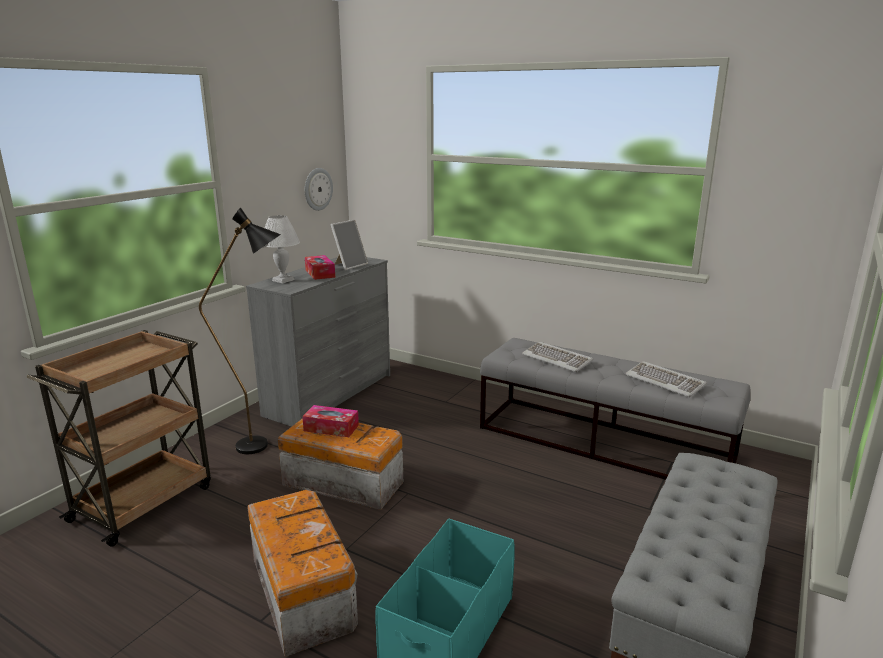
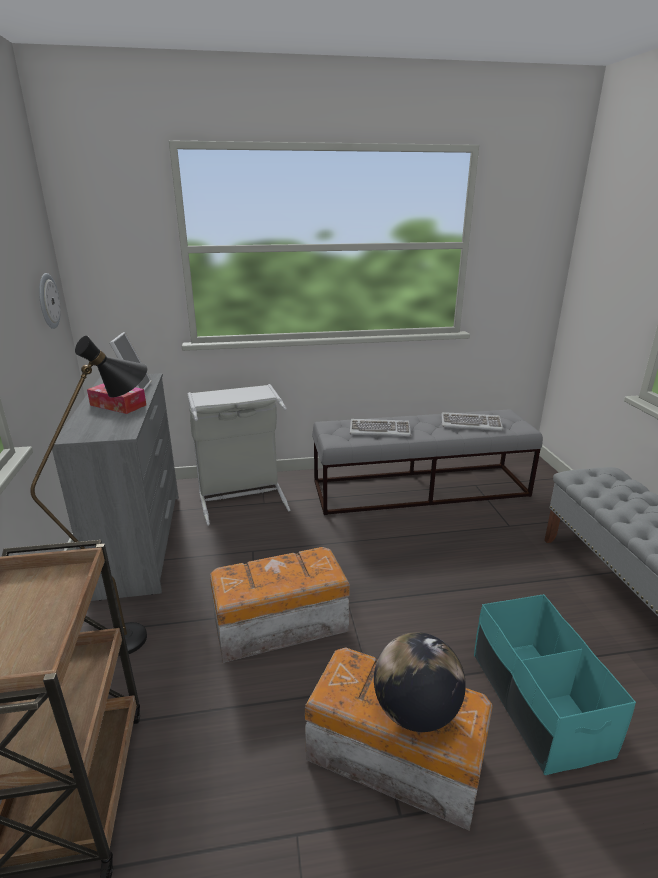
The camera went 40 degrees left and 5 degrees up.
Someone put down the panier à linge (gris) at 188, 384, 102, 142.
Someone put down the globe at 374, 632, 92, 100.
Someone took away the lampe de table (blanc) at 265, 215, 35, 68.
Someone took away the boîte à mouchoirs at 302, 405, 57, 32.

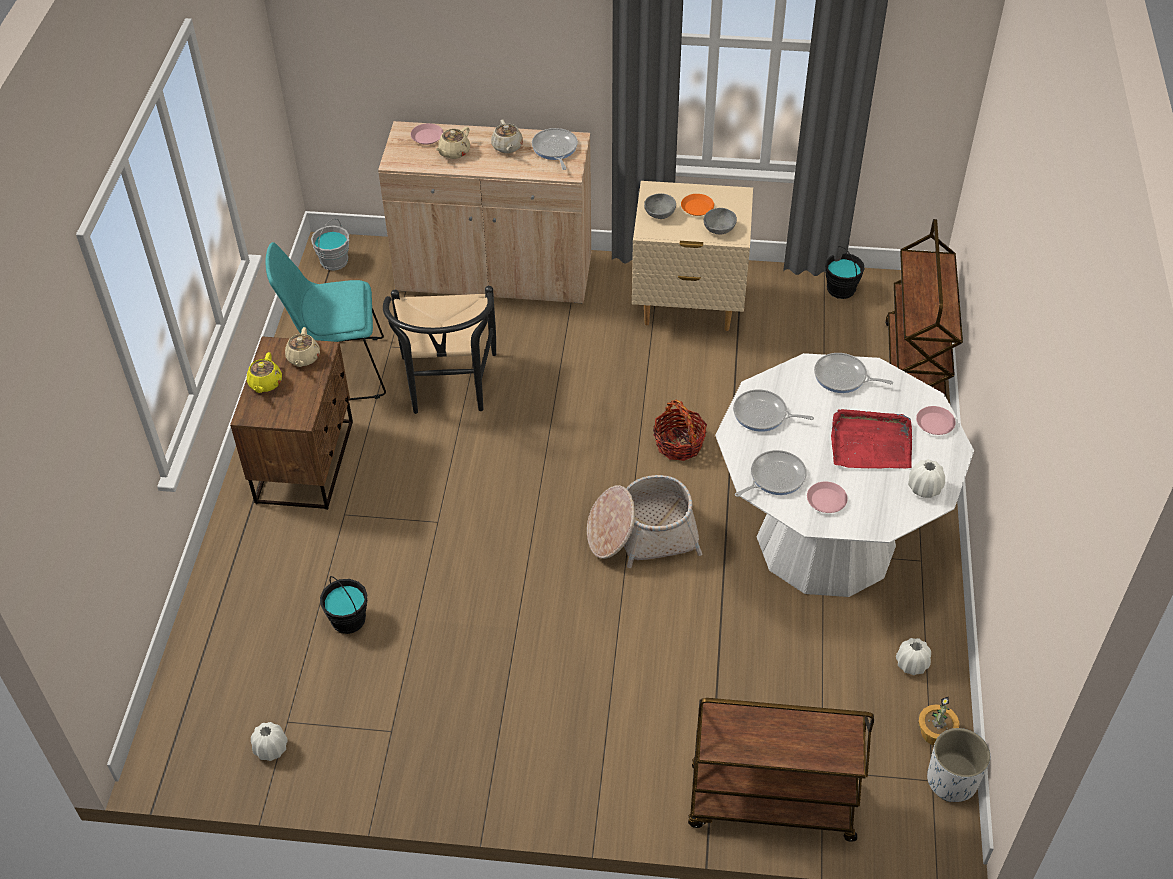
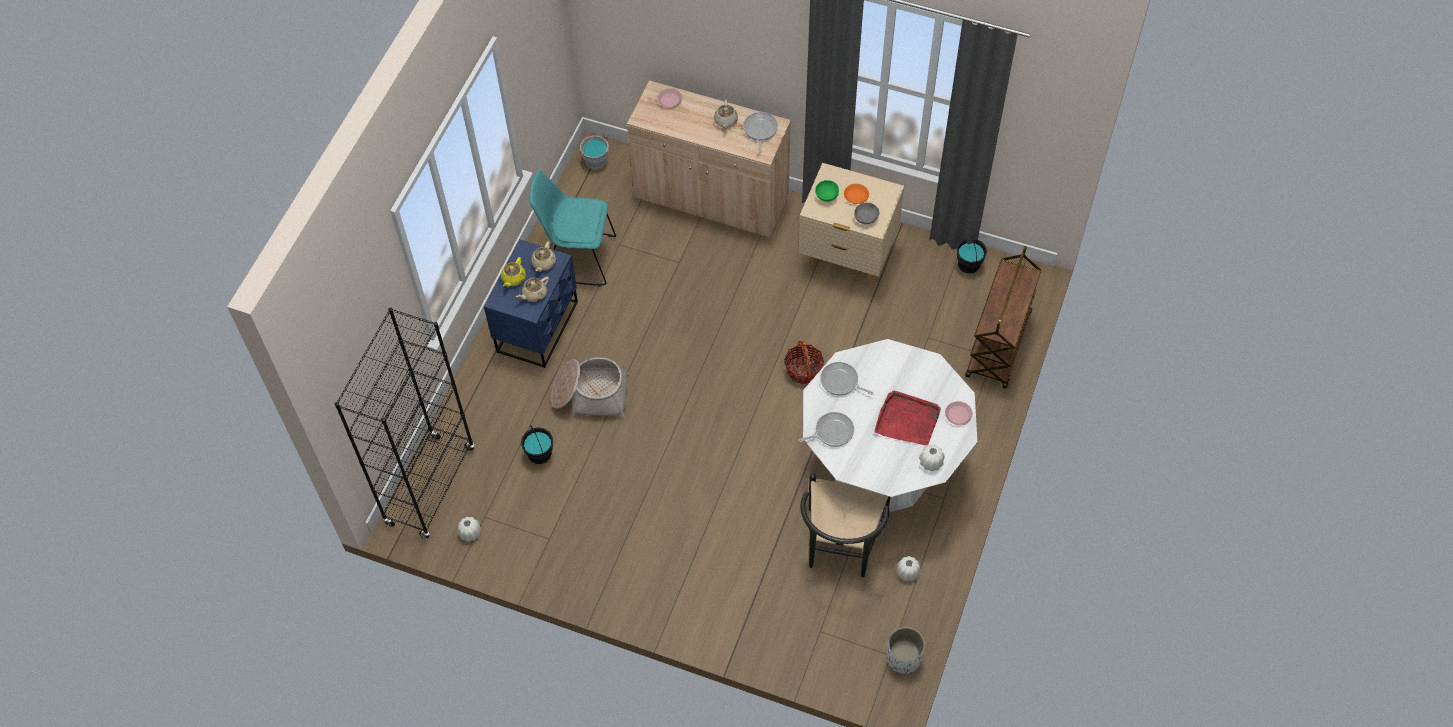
The camera went 15 degrees right and 10 degrees up.
Someone put down the bibliothèque (noir) at 335, 307, 140, 232.
Someone repainted the table de chevet (marron) at 230, 336, 123, 174, which became the table de chevet (bleu) at 484, 239, 94, 129.
Someone carried the théière (beige) from 436, 127, 34, 32 to 516, 276, 33, 26.
Someone carried the panier from 587, 475, 115, 93 to 551, 357, 78, 63.
Someone carried the chaise (noir) from 383, 286, 113, 128 to 800, 473, 91, 104.
Someone repainted the bol (gris) at 644, 193, 32, 26, which became the bol (vert) at 815, 180, 24, 22.
Someone took away the chariot (marron) at 688, 698, 186, 144.
Someone took away the assiette (rose) at 807, 482, 41, 31.
Someone took away the poêle at 814, 353, 79, 40.
Someone took away the plante en pot at 918, 696, 42, 49.

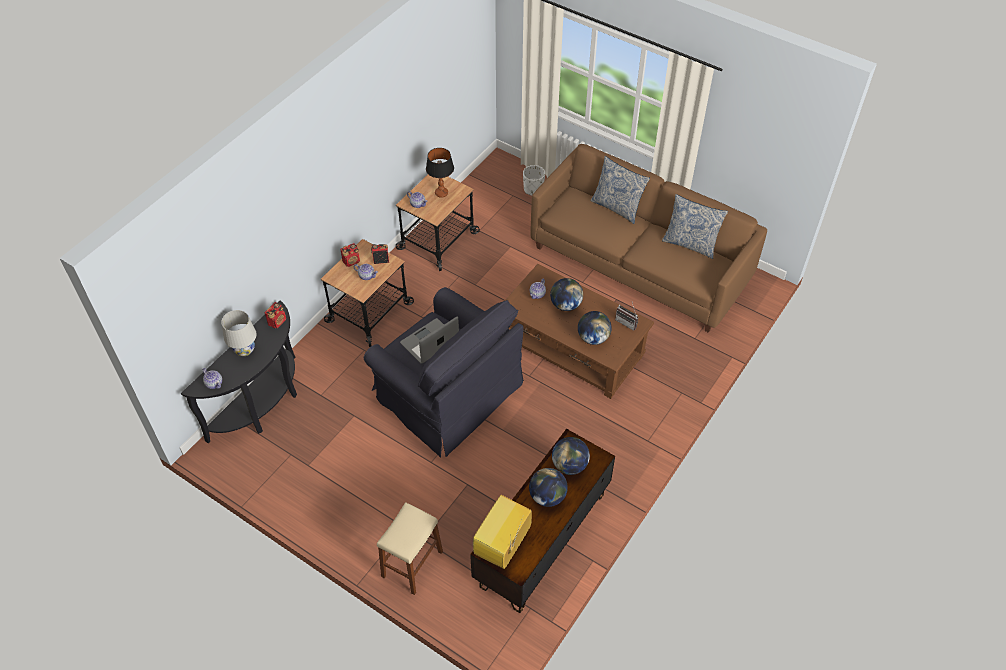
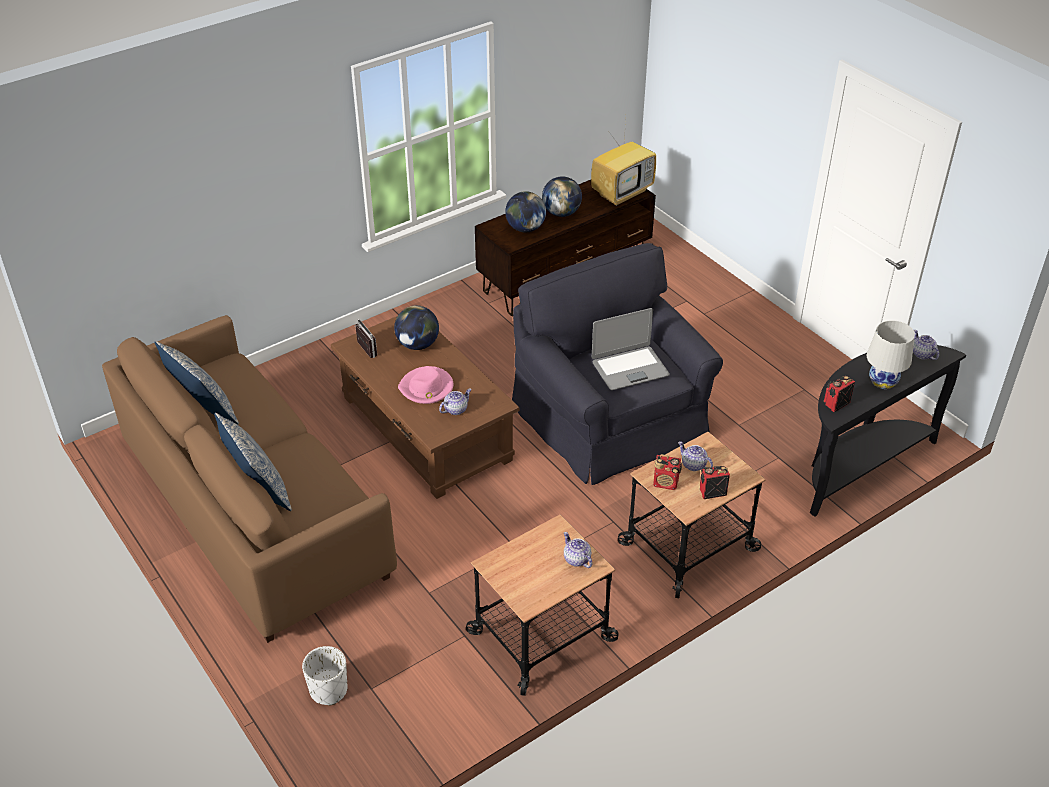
The camera went 160 degrees left and 10 degrees down.
Someone swapped the globe at 550, 278, 33, 33 for the chapeau (rose) at 398, 366, 55, 38.
Someone took away the tabouret (beige) at 377, 502, 66, 93.
Someone took away the lampe de table at 426, 148, 28, 50.

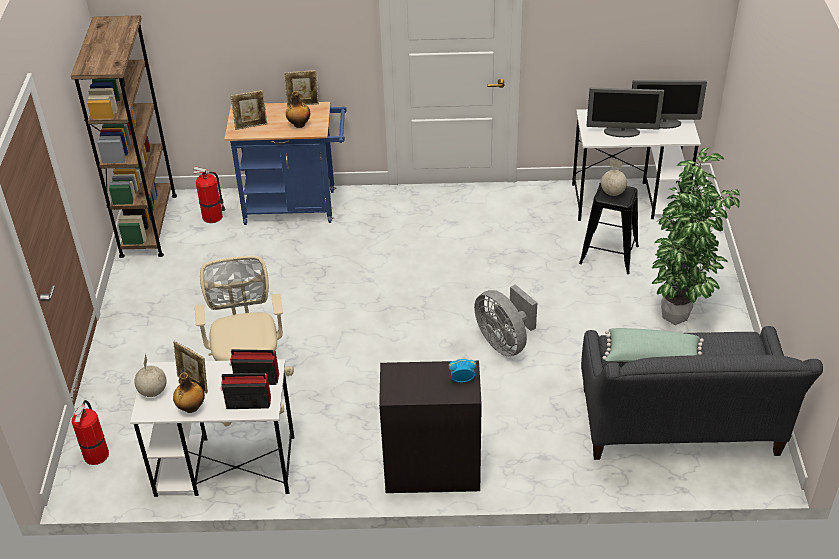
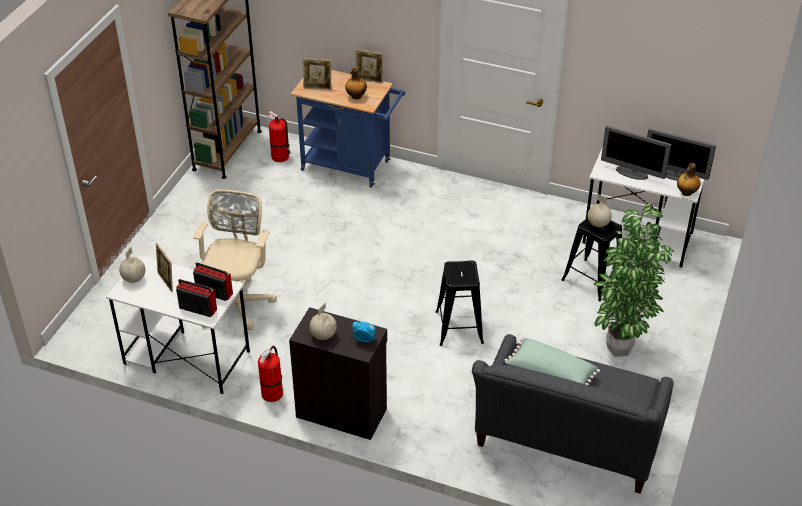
The camera went 20 degrees right and 0 degrees up.
Someone carried the extincteur from 72, 400, 37, 65 to 258, 346, 25, 56.
Someone put down the globe at 309, 303, 28, 37.
Someone swapped the ventilateur (gris) at 474, 284, 63, 72 for the tabouret (noir) at 436, 260, 48, 86.
Someone carried the bouteille from 173, 372, 32, 41 to 677, 163, 24, 33.

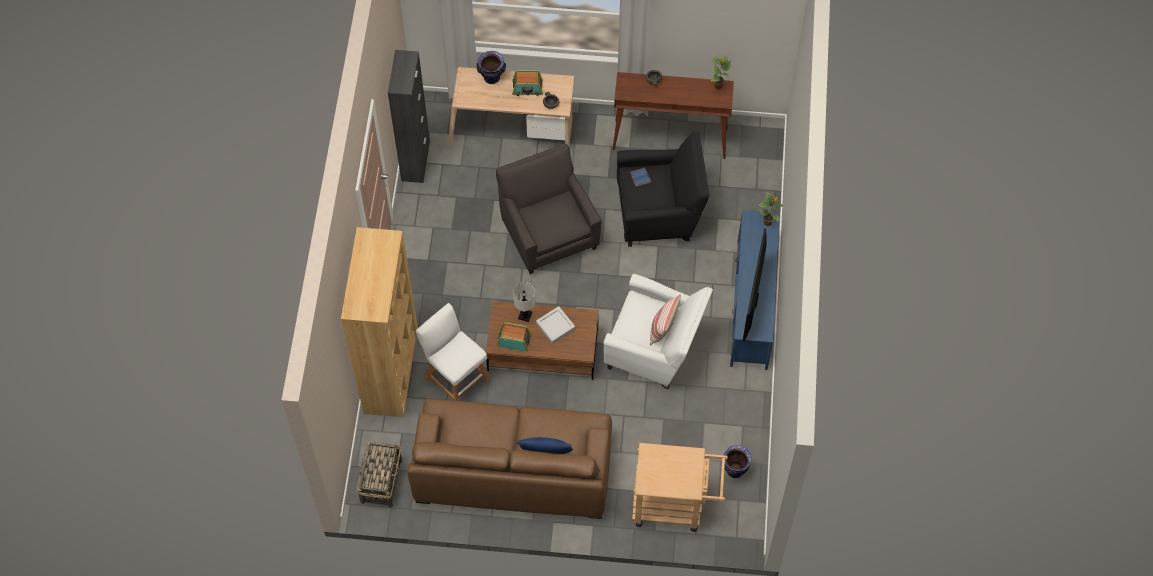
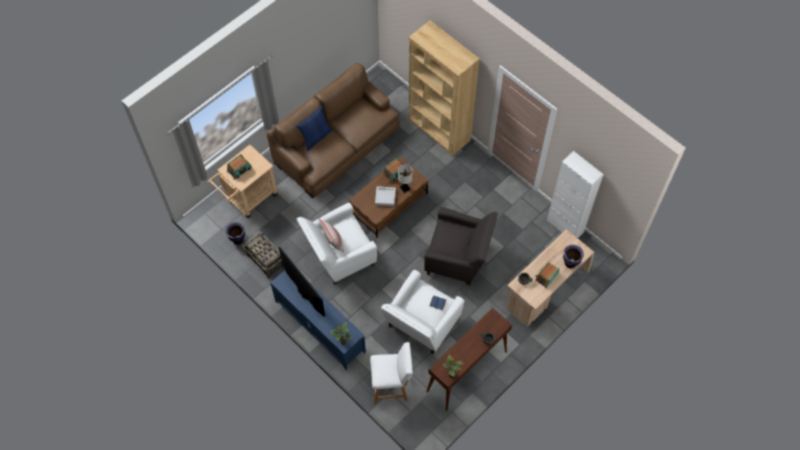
The camera went 130 degrees right and 0 degrees up.
Someone put down the radio at 227, 154, 25, 26.
Someone carried the panier from 357, 442, 45, 66 to 243, 233, 40, 46.
Someone carried the tabouret (blanc) from 416, 303, 74, 98 to 370, 342, 43, 62.
Someone repainted the fauteuil (noir) at 617, 131, 92, 116, which became the fauteuil (blanc) at 381, 270, 84, 84.
Someone repainted the meuble de rangement (noir) at 388, 50, 42, 133, which became the meuble de rangement (blanc) at 547, 151, 57, 87.

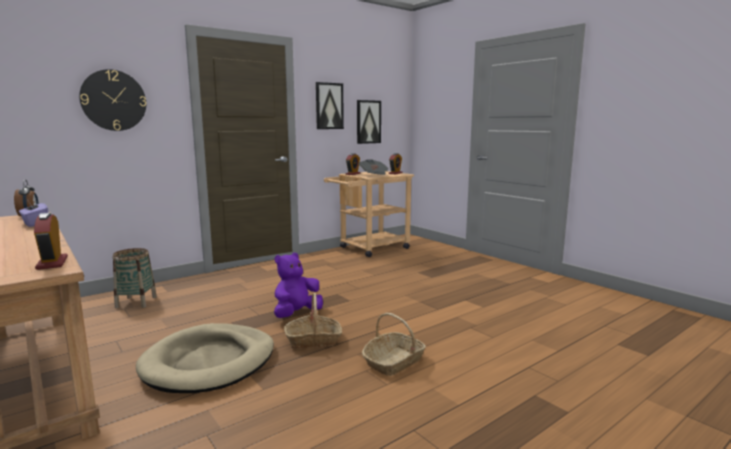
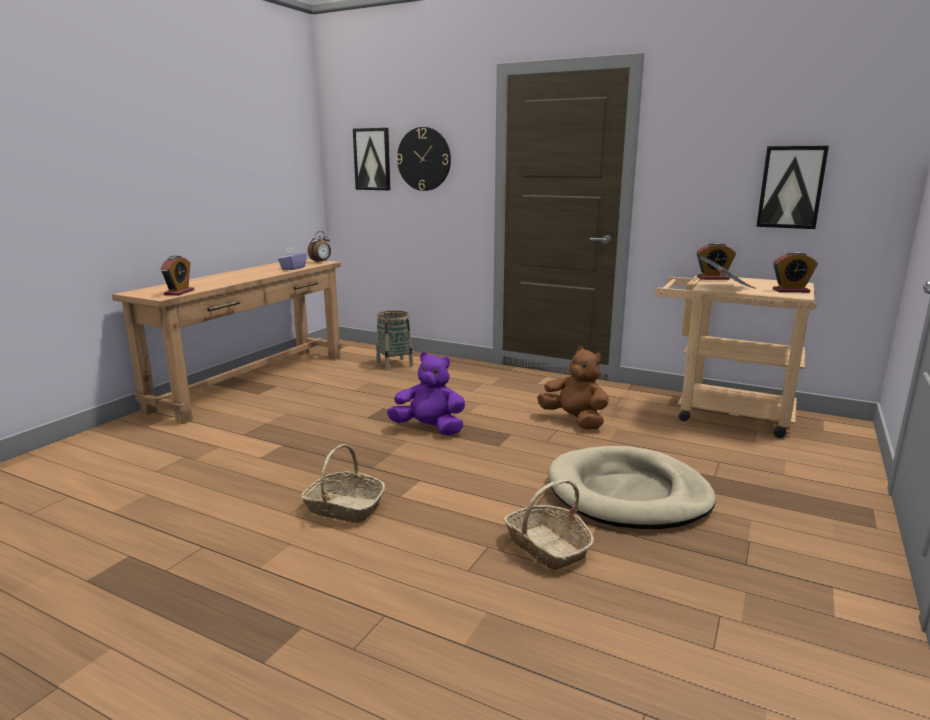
The camera went 65 degrees right and 5 degrees up.
Someone rotated the réveil at 34, 213, 34, 57 by 150 degrees clockwise.
Someone carried the tableau from 316, 82, 28, 47 to 353, 128, 37, 62.
Someone carried the panier from 284, 293, 58, 56 to 503, 479, 91, 91.
Someone put down the peluche (marron) at 537, 346, 72, 83.
Someone carried the panier pour chien (beige) from 136, 323, 138, 70 to 548, 446, 168, 83.

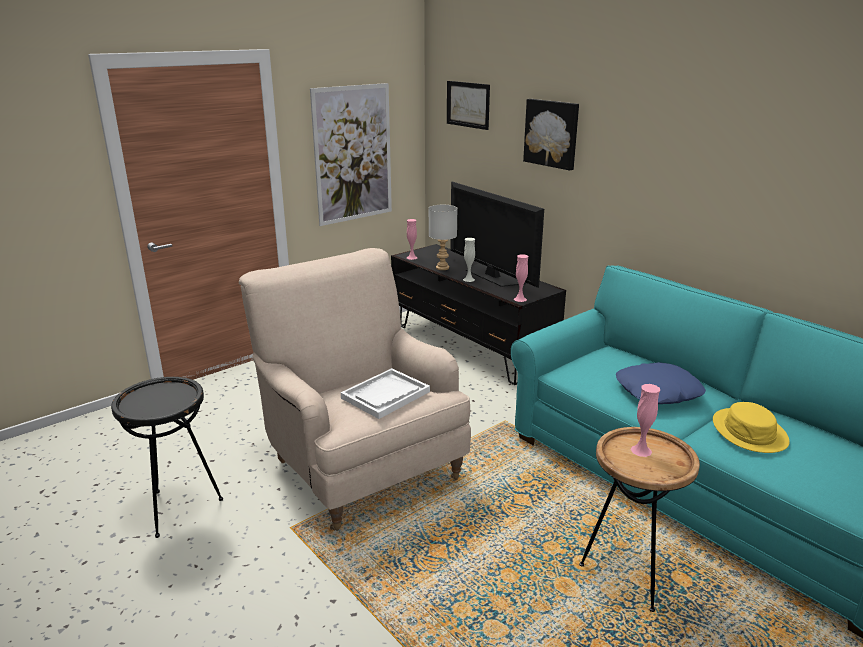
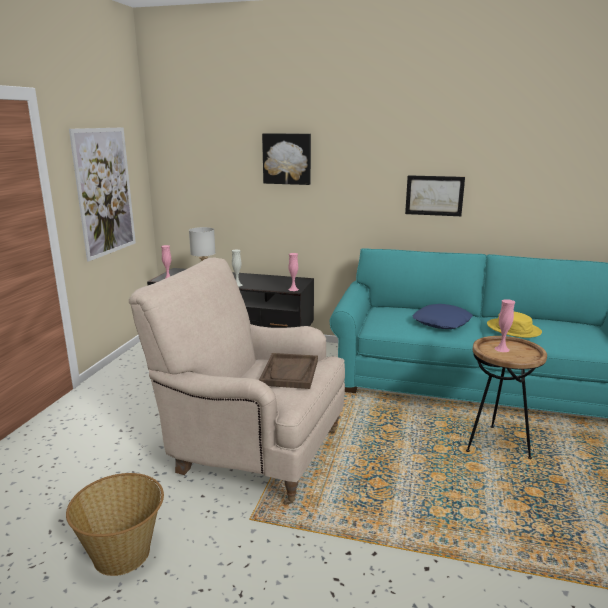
The camera went 35 degrees left and 5 degrees down.
Someone swapped the table d'appoint (noir) at 111, 377, 112, 161 for the panier at 66, 473, 98, 103.
Someone repainted the plateau (blanc) at 341, 368, 89, 51, which became the plateau (marron) at 259, 353, 59, 36.
Someone carried the tableau from 447, 81, 43, 49 to 405, 175, 60, 41.
Someone took away the téléviseur at 450, 182, 94, 106.

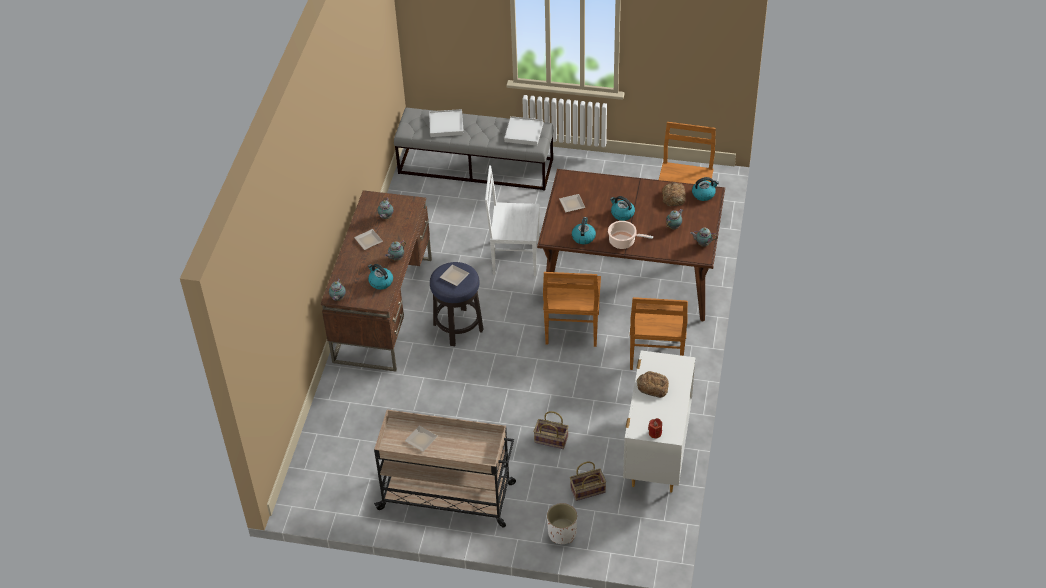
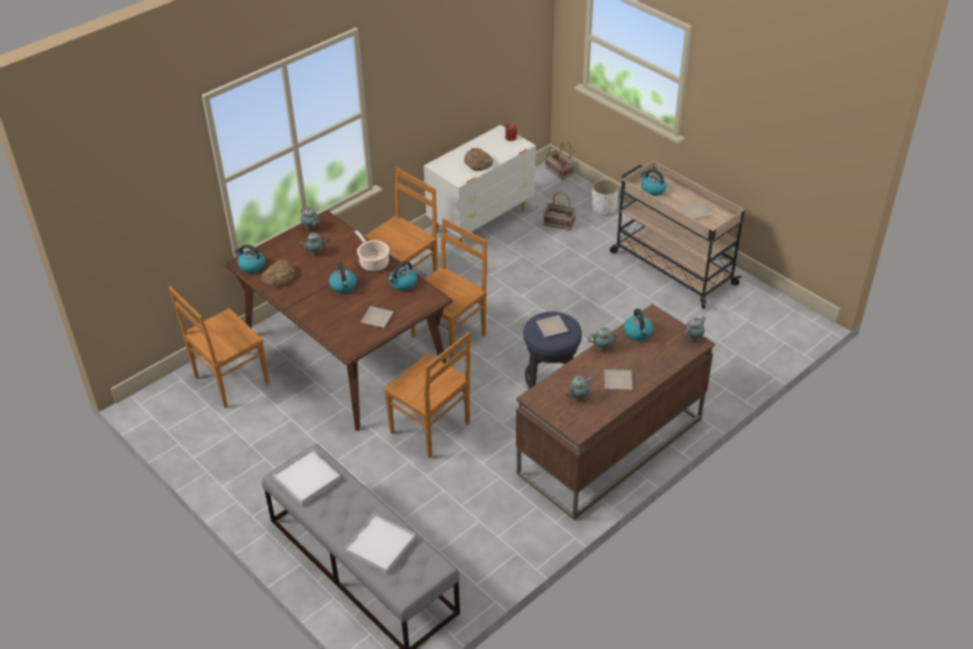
The camera went 145 degrees left and 5 degrees down.
Someone repainted the chaise (blanc) at 485, 165, 55, 111, which became the chaise (marron) at 383, 332, 87, 126.
Someone carried the panier from 533, 411, 36, 38 to 545, 142, 30, 38.
Someone put down the bouilloire at 640, 169, 27, 27.

